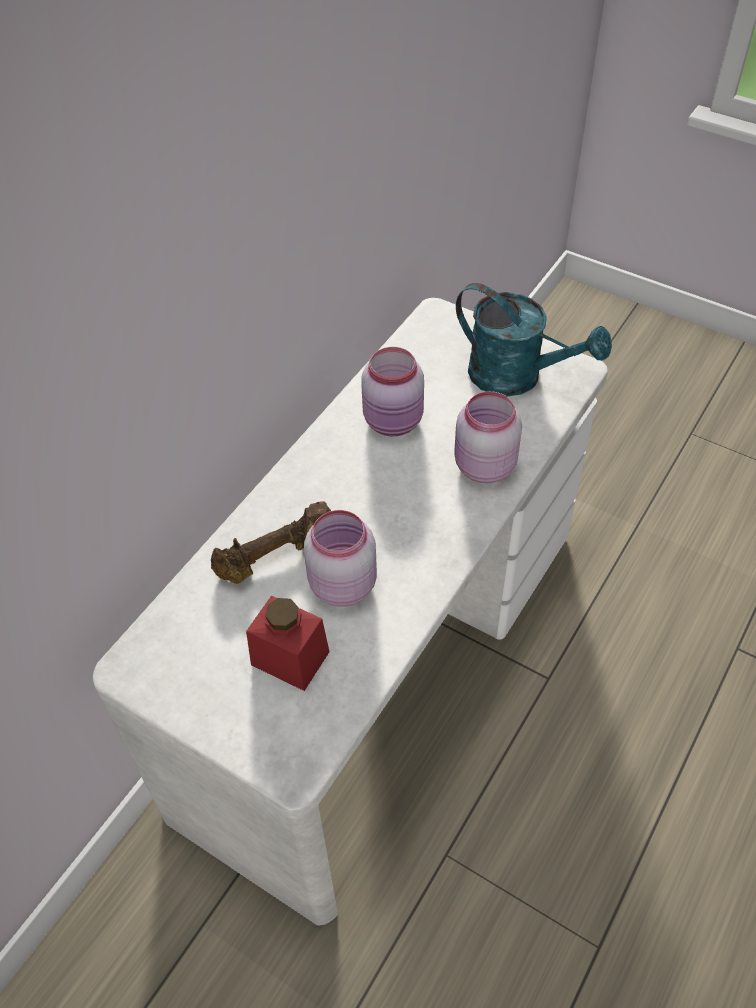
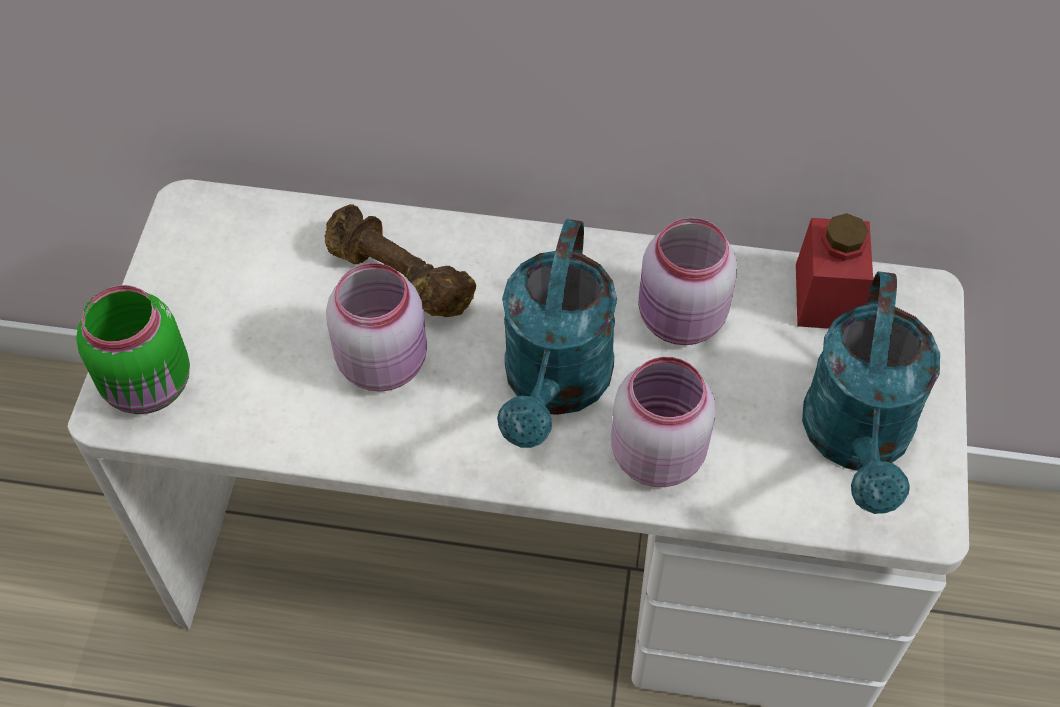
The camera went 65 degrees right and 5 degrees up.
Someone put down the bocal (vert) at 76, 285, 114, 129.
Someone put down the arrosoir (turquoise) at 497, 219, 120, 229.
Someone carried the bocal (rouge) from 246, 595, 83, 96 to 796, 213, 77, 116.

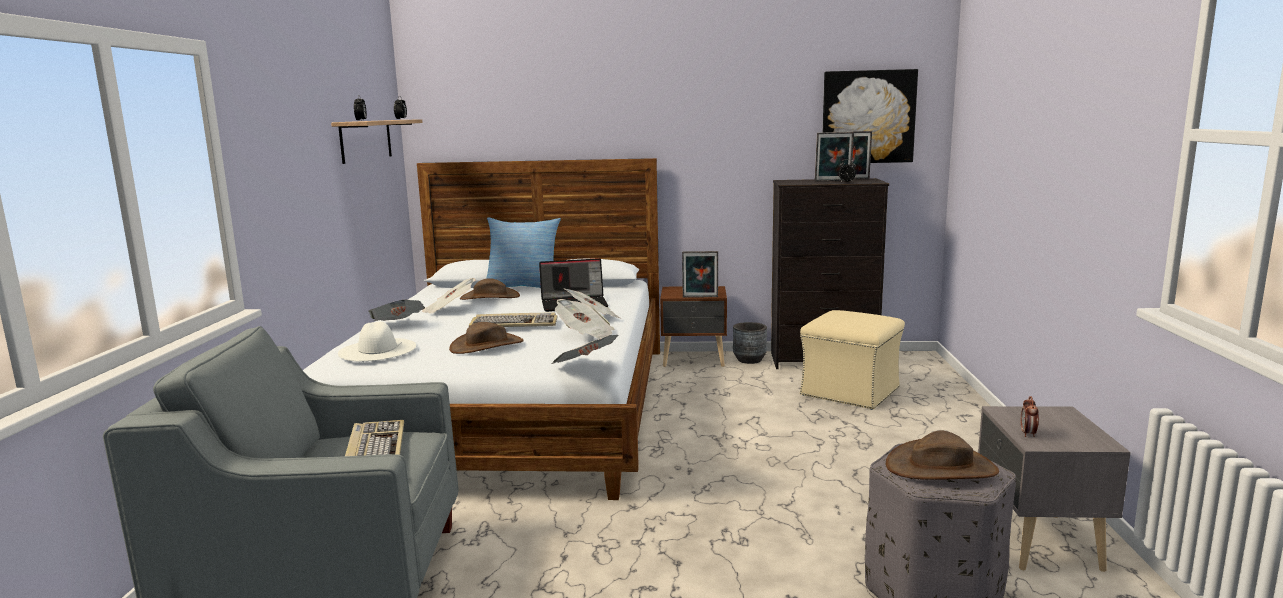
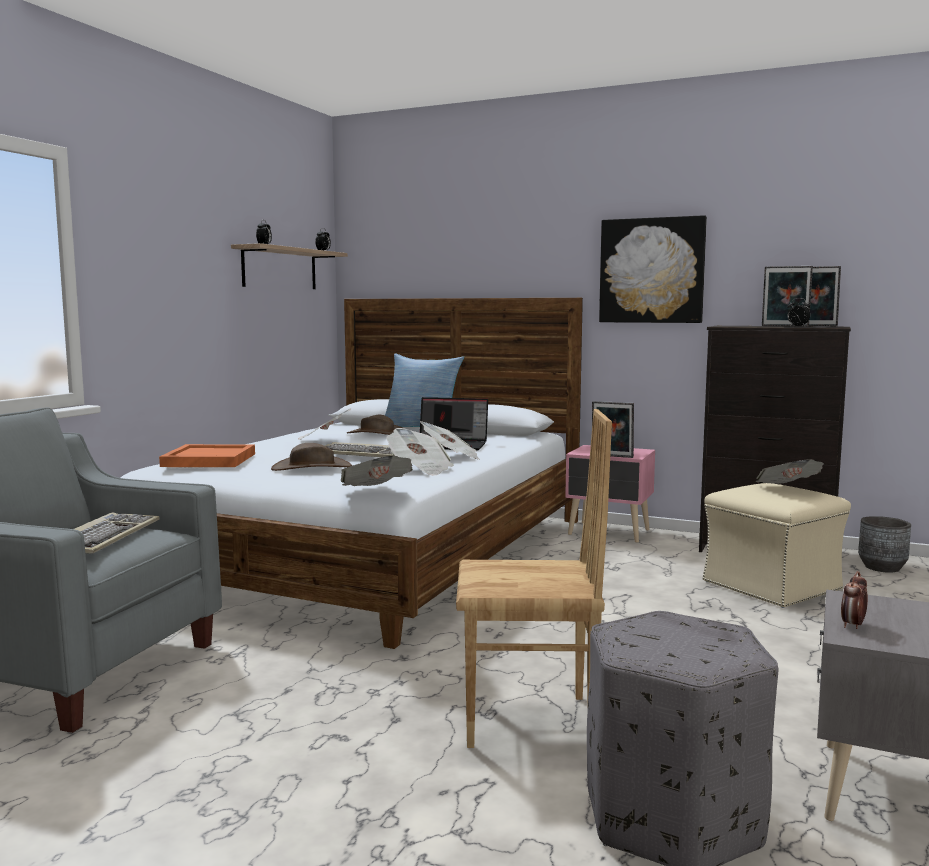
The camera went 20 degrees right and 5 degrees down.
Someone swapped the chapeau (blanc) at 338, 322, 78, 39 for the plateau (orange) at 159, 444, 96, 23.
Someone put down the chaise (marron) at 456, 409, 156, 339.
Someone repainted the table de chevet (marron) at 660, 286, 67, 81, which became the table de chevet (rose) at 565, 445, 90, 97.
Someone carried the tableau from 823, 69, 95, 94 to 599, 215, 108, 108.
Someone carried the journal from 368, 300, 57, 21 to 755, 459, 69, 25.
Someone carried the cache-pot (gris) from 733, 322, 34, 42 to 858, 516, 53, 57.
Someone took away the chapeau (marron) at 886, 430, 113, 50.

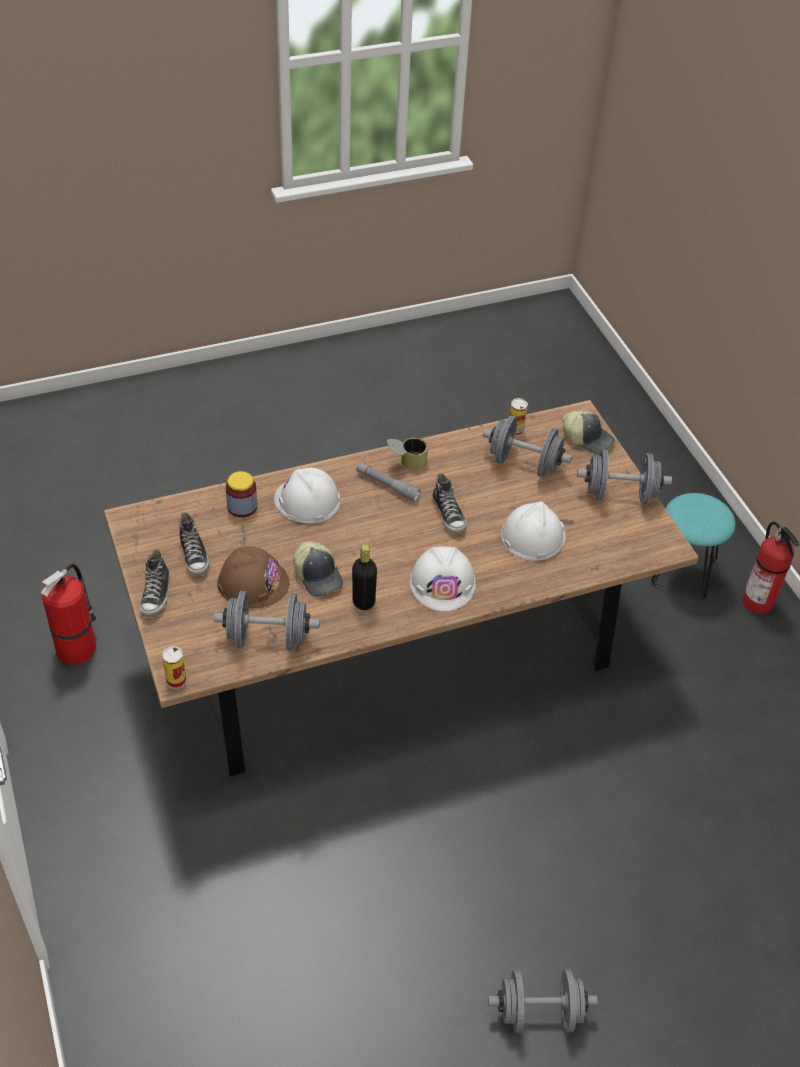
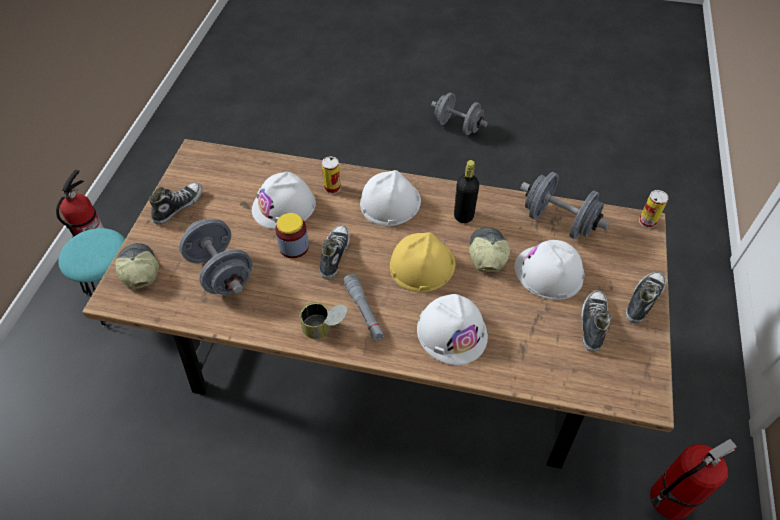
The camera went 145 degrees left and 5 degrees up.
Someone swapped the haltère (gris) at 577, 450, 95, 54 for the chaussure at 149, 182, 54, 43.
Someone carried the bocal from 226, 471, 31, 46 to 275, 213, 34, 45.
Someone carried the boîte métallique from 509, 398, 19, 38 to 322, 156, 19, 38.
Someone put down the casque de chantier (jaune) at 390, 232, 65, 60.
Someone repainted the casque de chantier (marron) at 217, 546, 72, 62, which became the casque de chantier (blanc) at 514, 240, 71, 60.

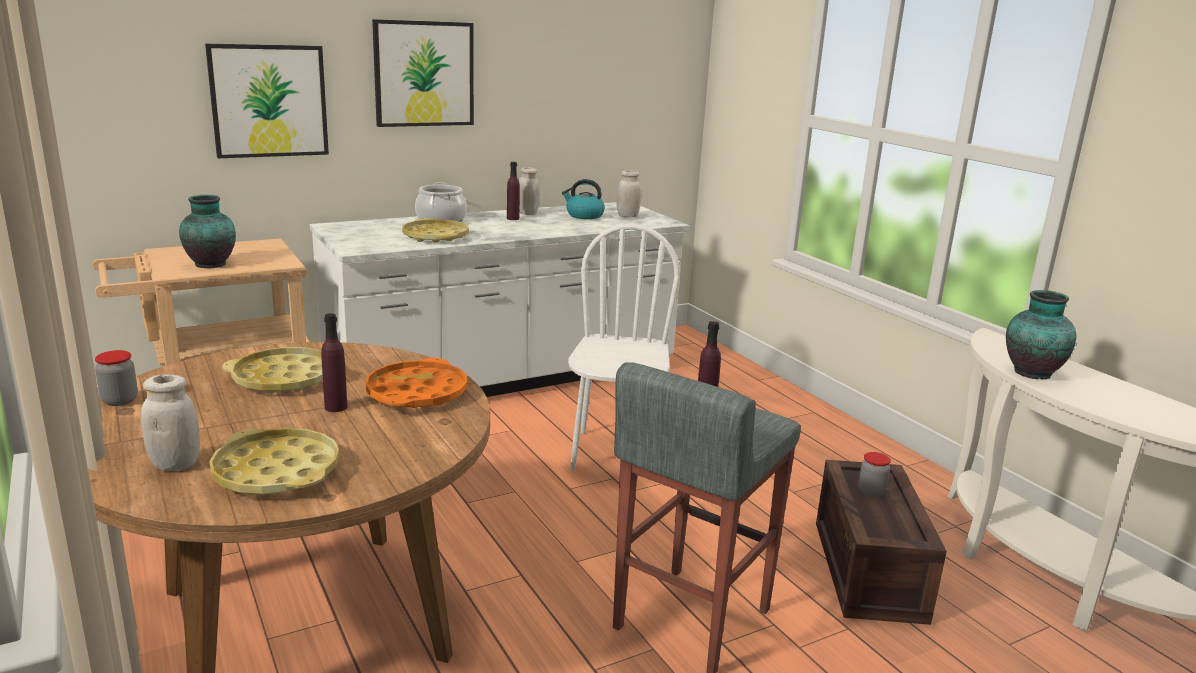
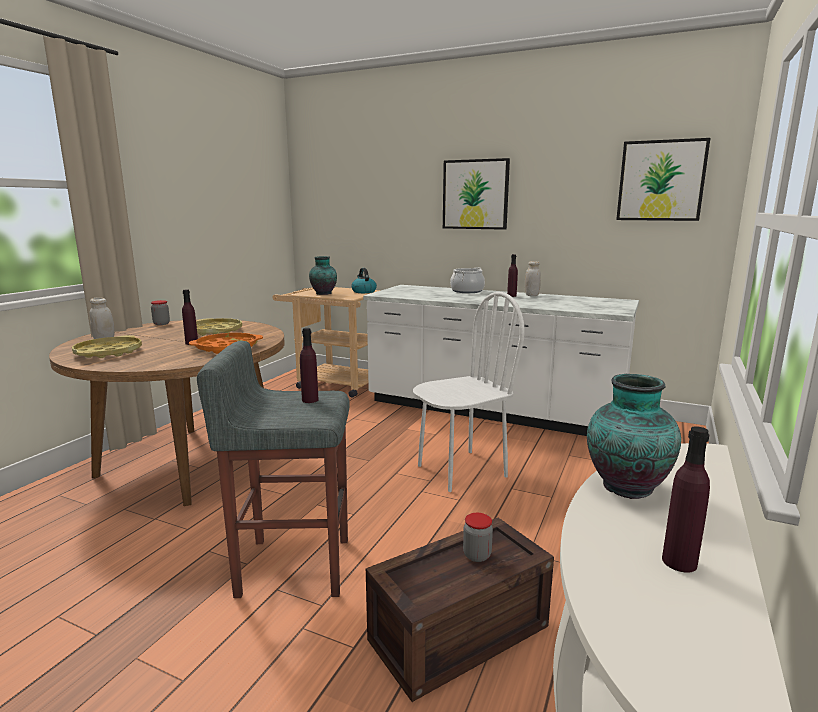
The camera went 55 degrees right and 5 degrees down.
Someone carried the bouilloire from 562, 179, 43, 40 to 351, 268, 26, 25.
Someone carried the tableau from 205, 44, 124, 114 to 616, 138, 94, 83.
Someone put down the bouteille (violet) at 662, 426, 48, 147.
Someone took away the plateau (jaune) at 402, 218, 67, 25.
Someone took away the bocal (blanc) at 616, 171, 25, 47.

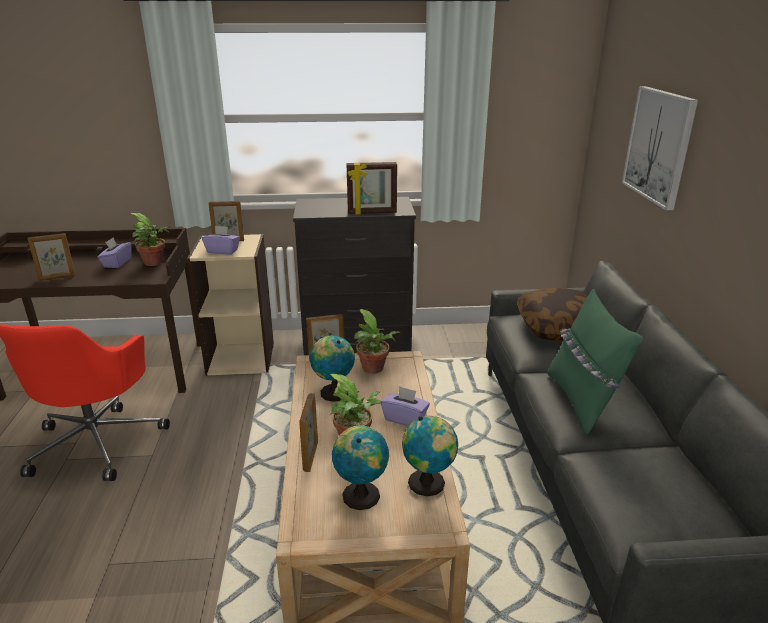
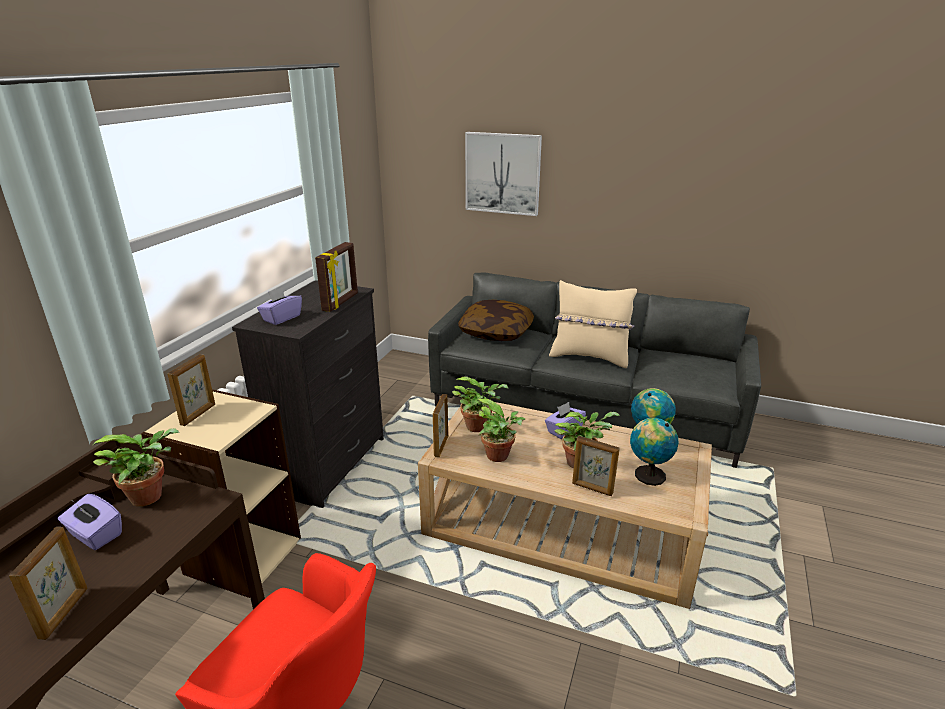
The camera went 65 degrees left and 0 degrees up.
Someone carried the boîte à mouchoirs (violet) from 202, 226, 38, 29 to 257, 287, 45, 38.
Someone swapped the globe at 310, 335, 45, 67 for the plante en pot at 478, 399, 47, 63.
Someone repainted the coussin (vert) at 547, 289, 96, 146, which became the coussin (beige) at 549, 280, 88, 88.

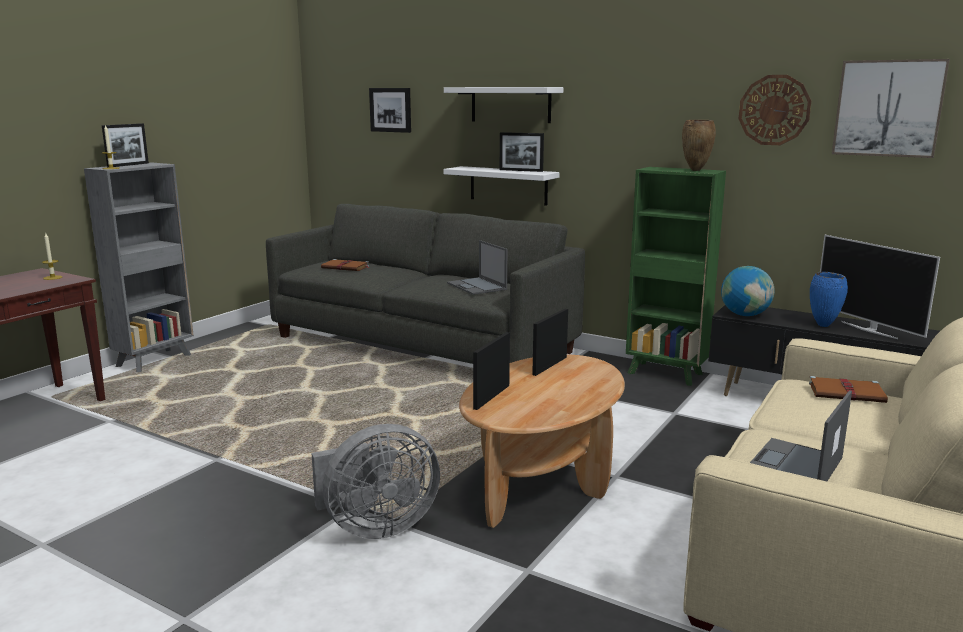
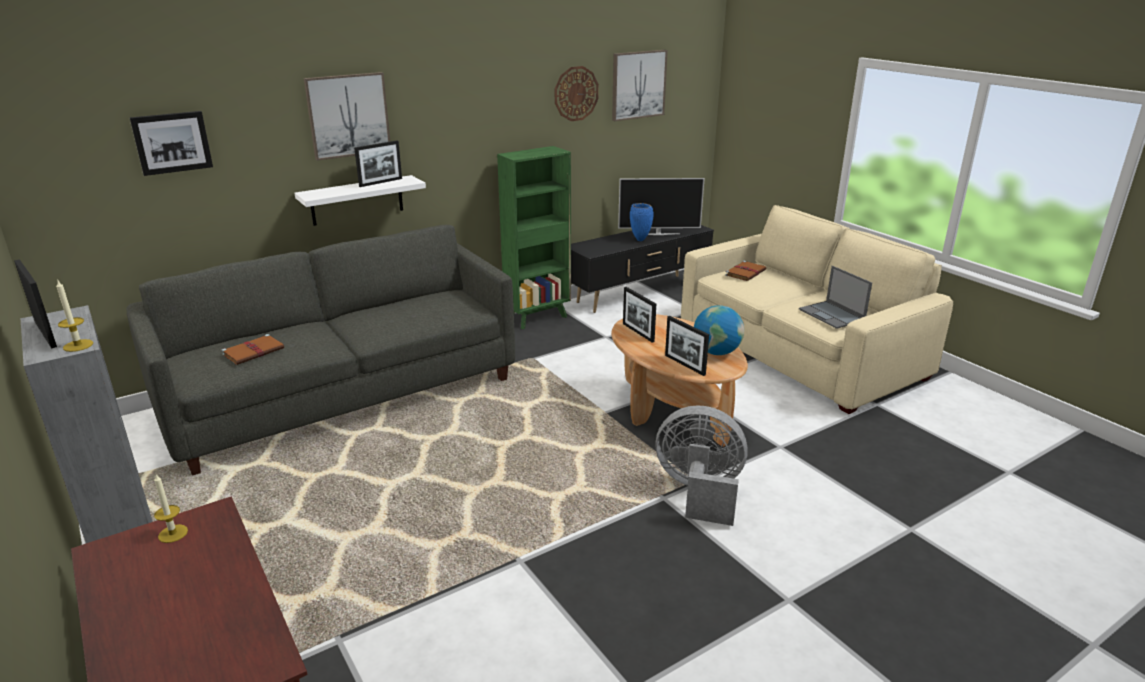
The camera went 65 degrees left and 10 degrees up.
Someone swapped the étagère (blanc) at 444, 87, 119, 36 for the tableau at 304, 72, 86, 89.
Someone rotated the ventilateur (gris) at 311, 424, 129, 115 by 75 degrees counterclockwise.
Someone carried the globe from 721, 266, 54, 50 to 694, 305, 50, 50.
Someone took away the ordinateur portable at 447, 240, 60, 55.
Someone took away the vase (marron) at 682, 120, 34, 51.

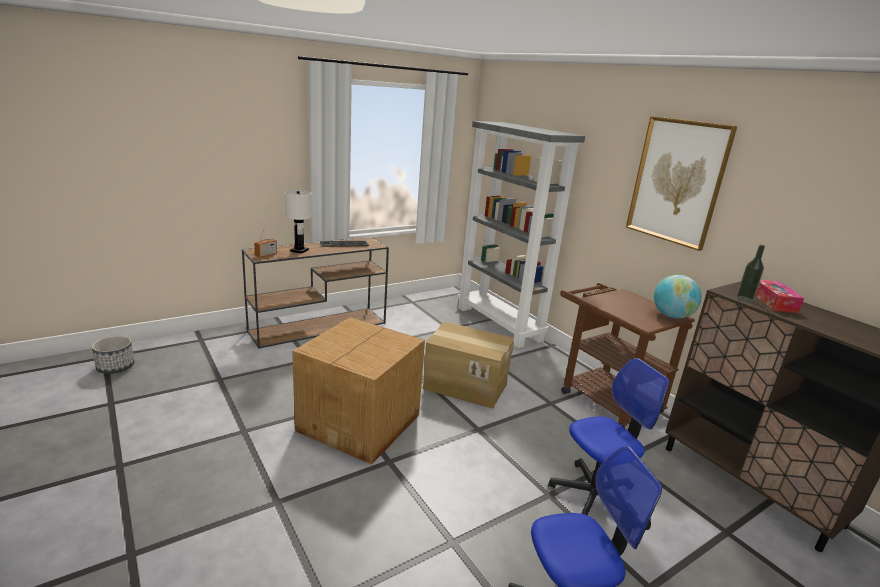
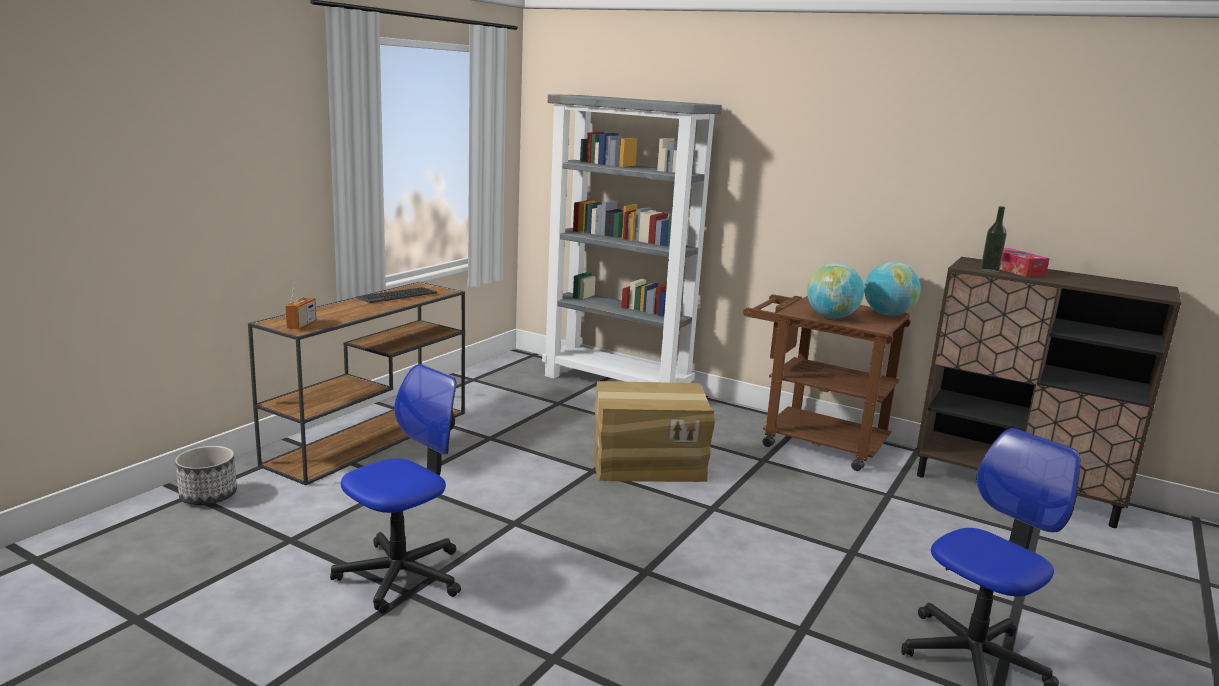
The camera went 25 degrees left and 5 degrees down.
Someone carried the cache-pot from 92, 336, 43, 38 to 175, 446, 62, 59.
Someone carried the chaise de bureau from 548, 358, 121, 157 to 330, 364, 131, 250.
Someone put down the globe at 807, 263, 57, 55.
Someone took away the lampe de table (blanc) at 285, 190, 27, 64.
Someone took away the carton at 292, 317, 133, 148.
Someone took away the tableau at 626, 116, 111, 135.

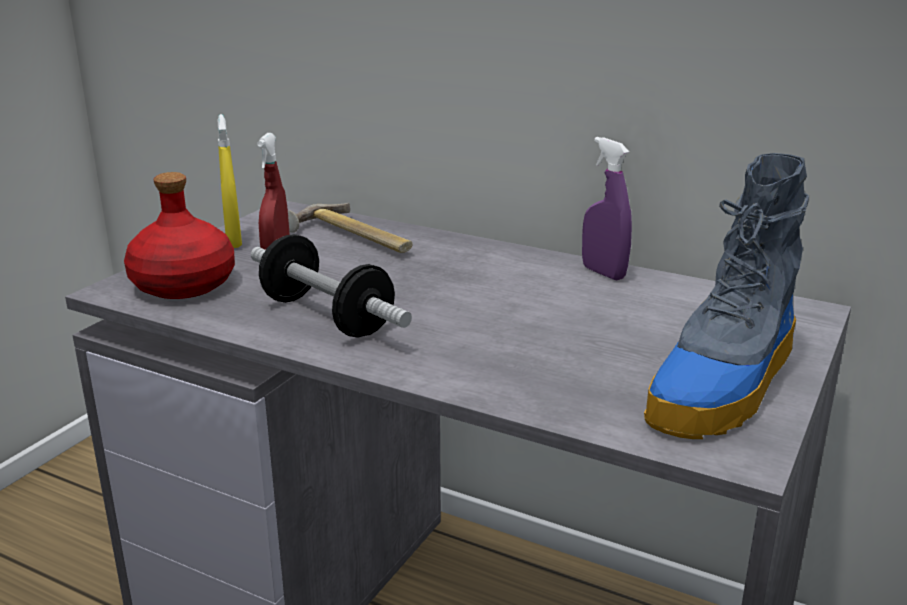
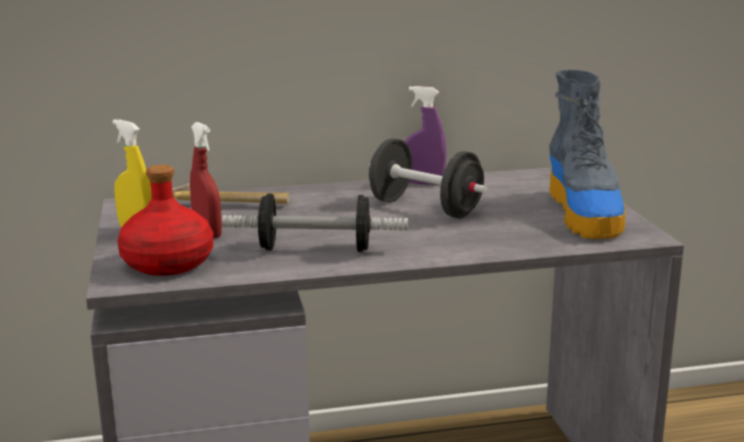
The camera went 40 degrees left and 5 degrees down.
Someone put down the haltère (noir) at 369, 138, 118, 80.

